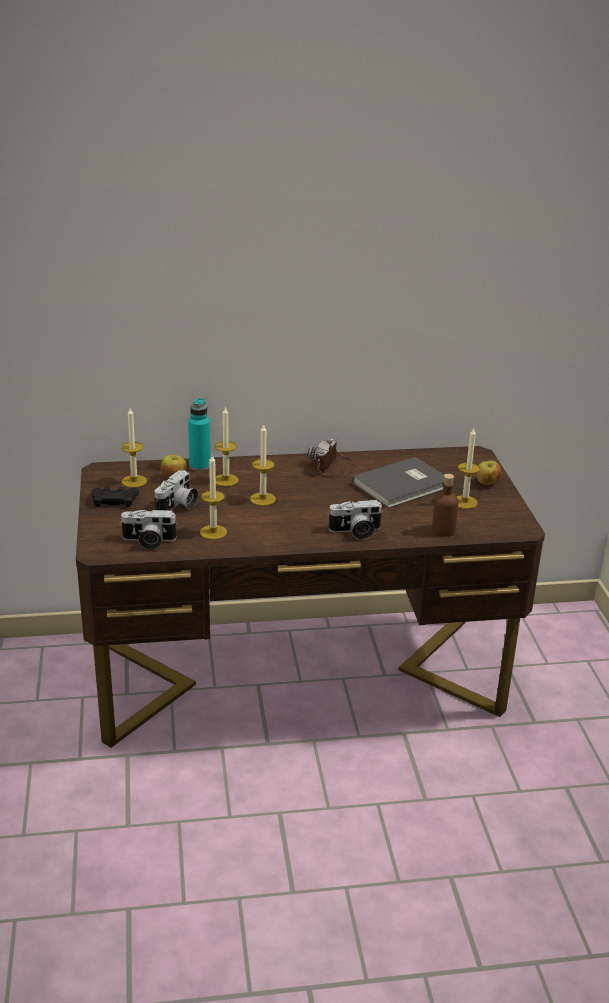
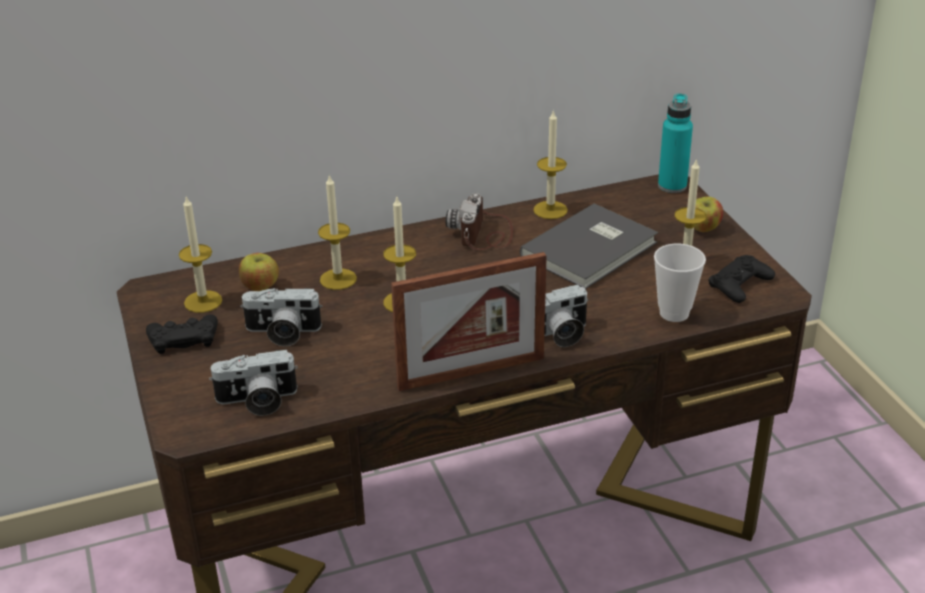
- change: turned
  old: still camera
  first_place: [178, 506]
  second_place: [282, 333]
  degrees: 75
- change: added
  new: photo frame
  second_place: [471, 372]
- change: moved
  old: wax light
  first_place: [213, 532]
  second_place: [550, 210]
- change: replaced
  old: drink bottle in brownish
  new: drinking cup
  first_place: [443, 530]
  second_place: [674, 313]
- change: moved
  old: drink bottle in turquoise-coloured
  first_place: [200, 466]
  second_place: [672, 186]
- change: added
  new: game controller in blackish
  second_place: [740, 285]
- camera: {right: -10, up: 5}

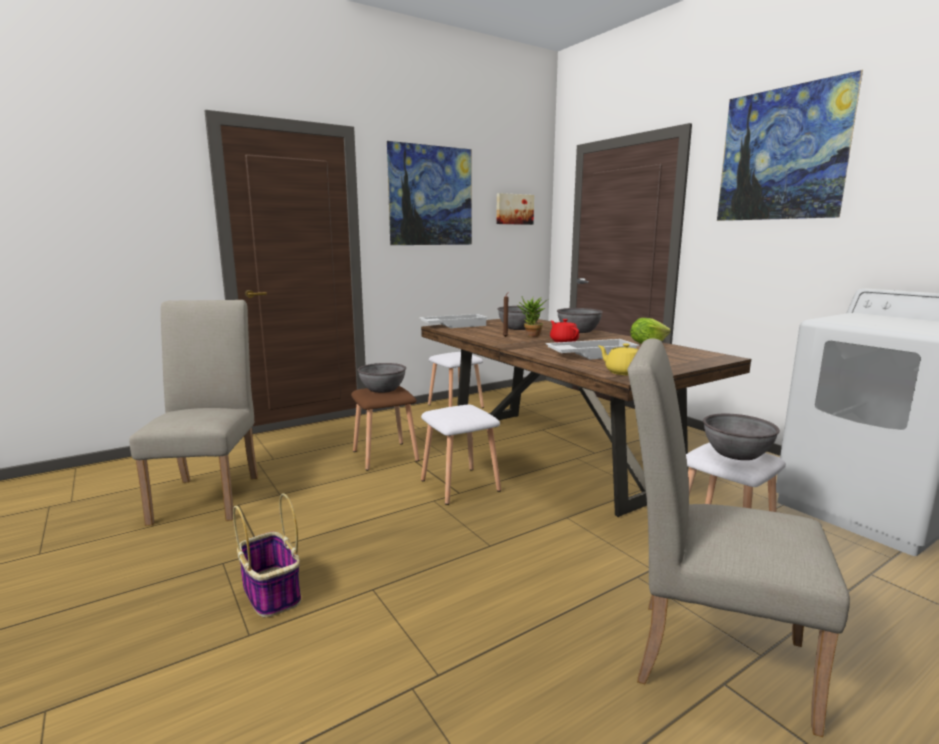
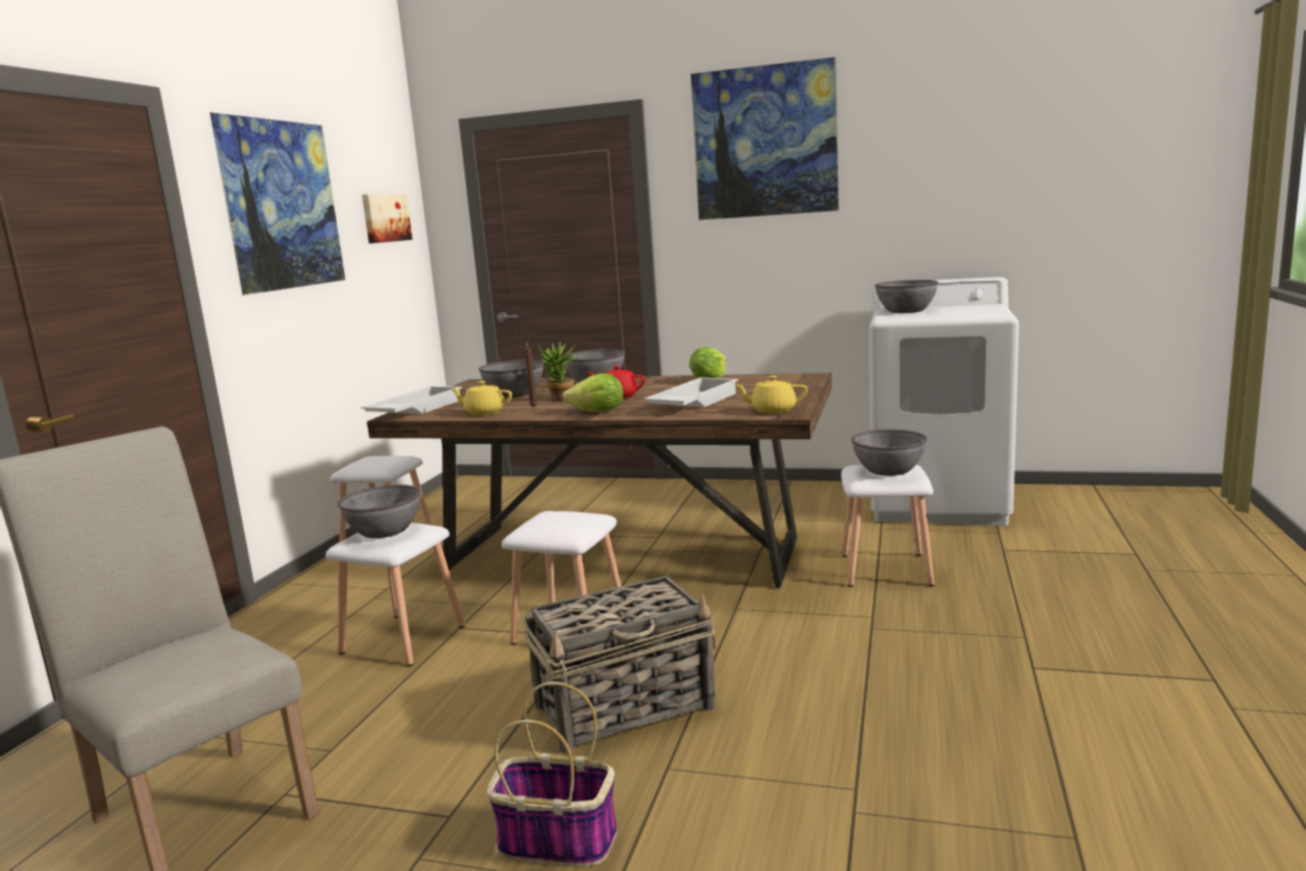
- change: recoloured
  old: stool in brownish
  new: stool in whitish
  first_place: [384, 455]
  second_place: [401, 639]
- change: added
  new: tea pot in yellowish
  second_place: [484, 412]
- change: added
  new: basket
  second_place: [626, 706]
- change: added
  new: lettuce head
  second_place: [598, 412]
- change: added
  new: serving bowl in gray
  second_place: [906, 311]
- change: removed
  old: chair in beige-coloured
  first_place: [705, 654]
- camera: {right: -40, up: 0}

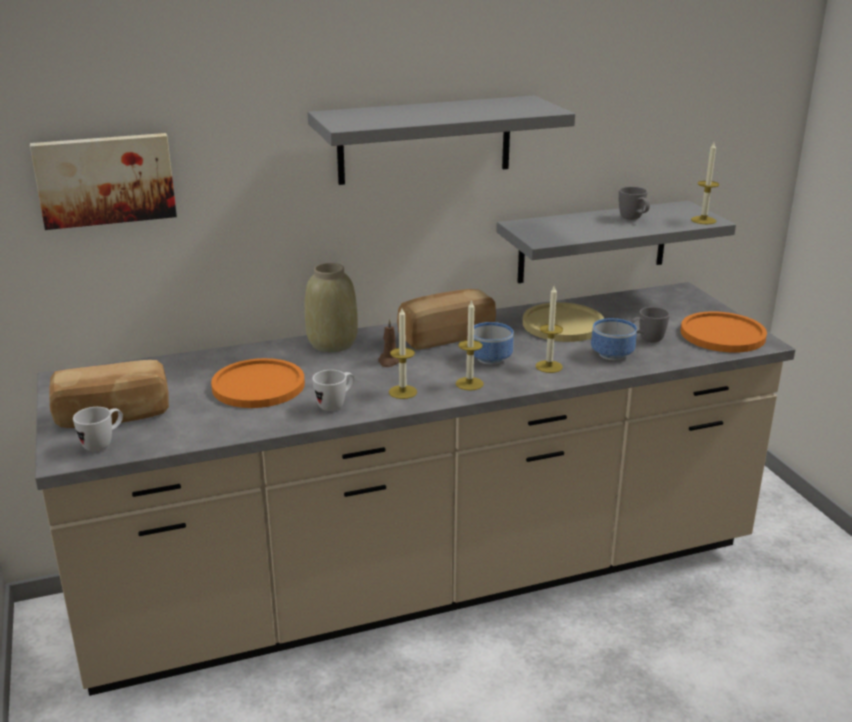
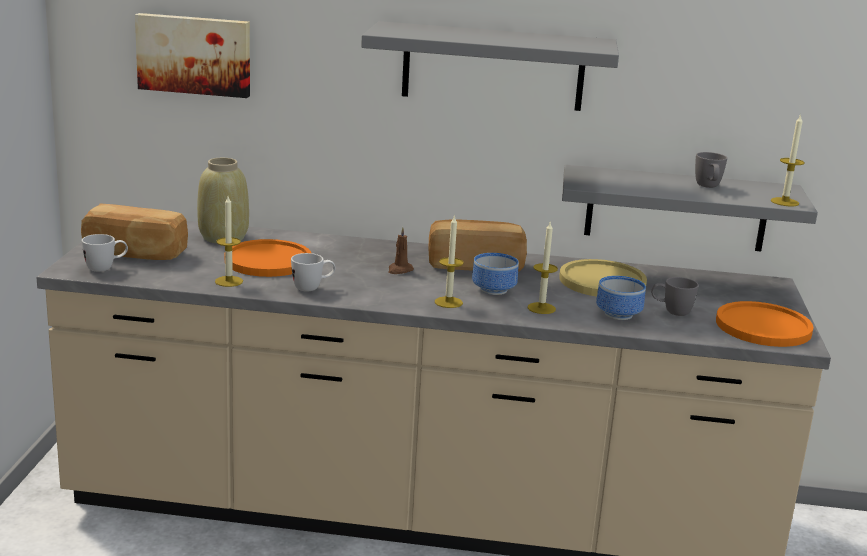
- change: moved
  old: vase in beige-coloured
  first_place: [332, 343]
  second_place: [223, 237]
- change: moved
  old: wax light
  first_place: [402, 392]
  second_place: [229, 281]
- camera: {right: 25, up: -5}

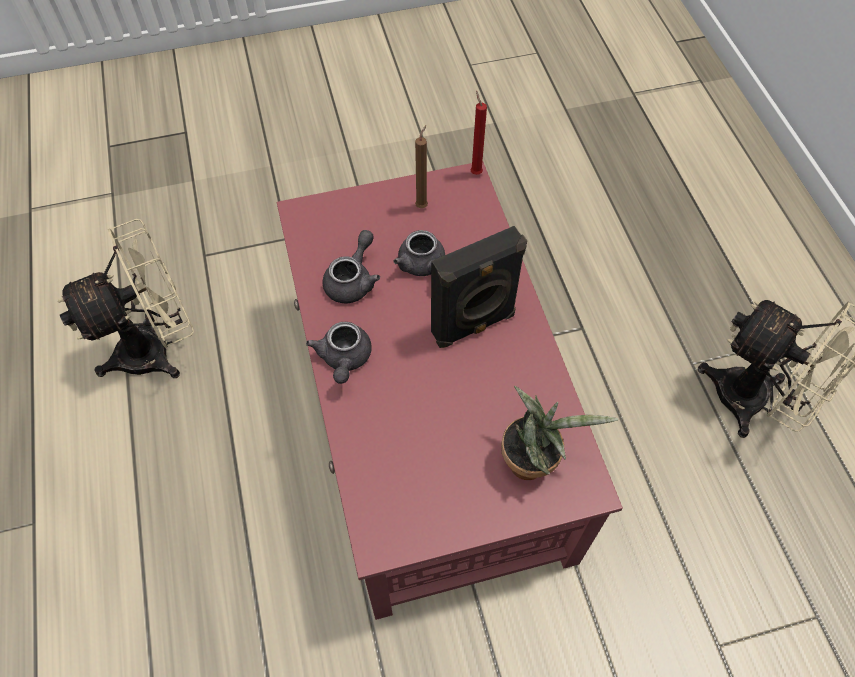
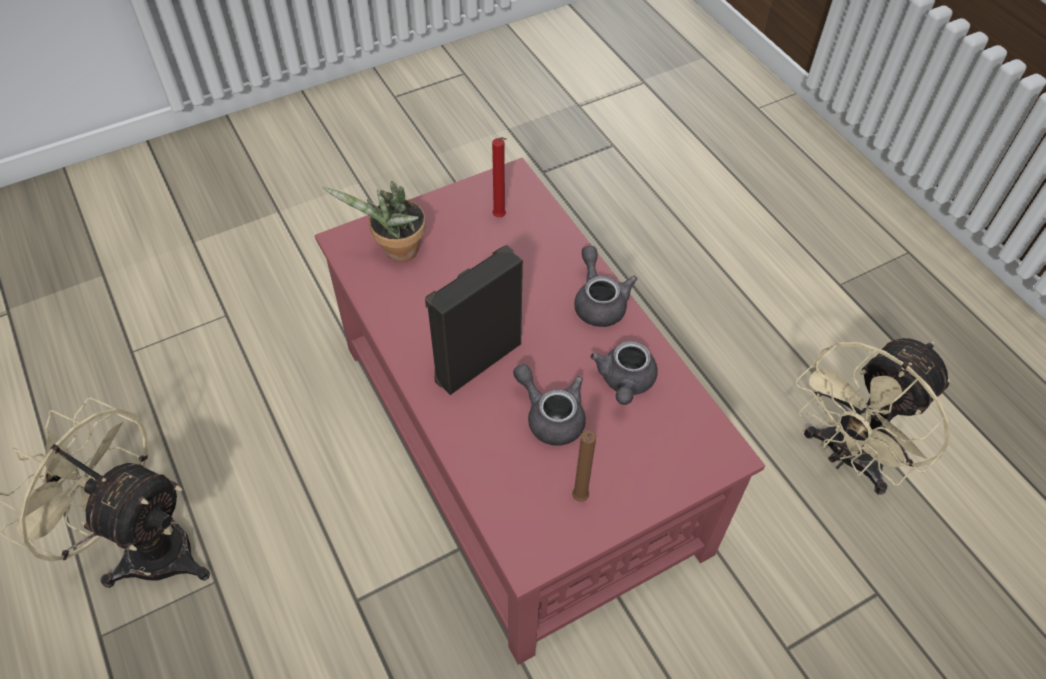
- change: moved
  old: wax light in red
  first_place: [475, 172]
  second_place: [500, 218]
- camera: {right: 165, up: -5}

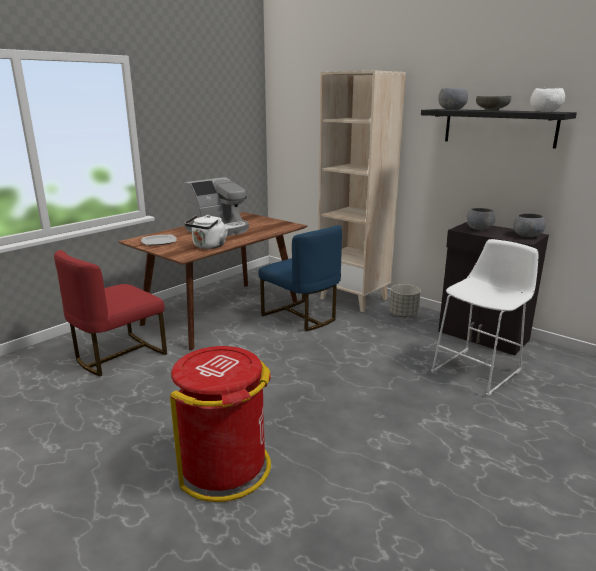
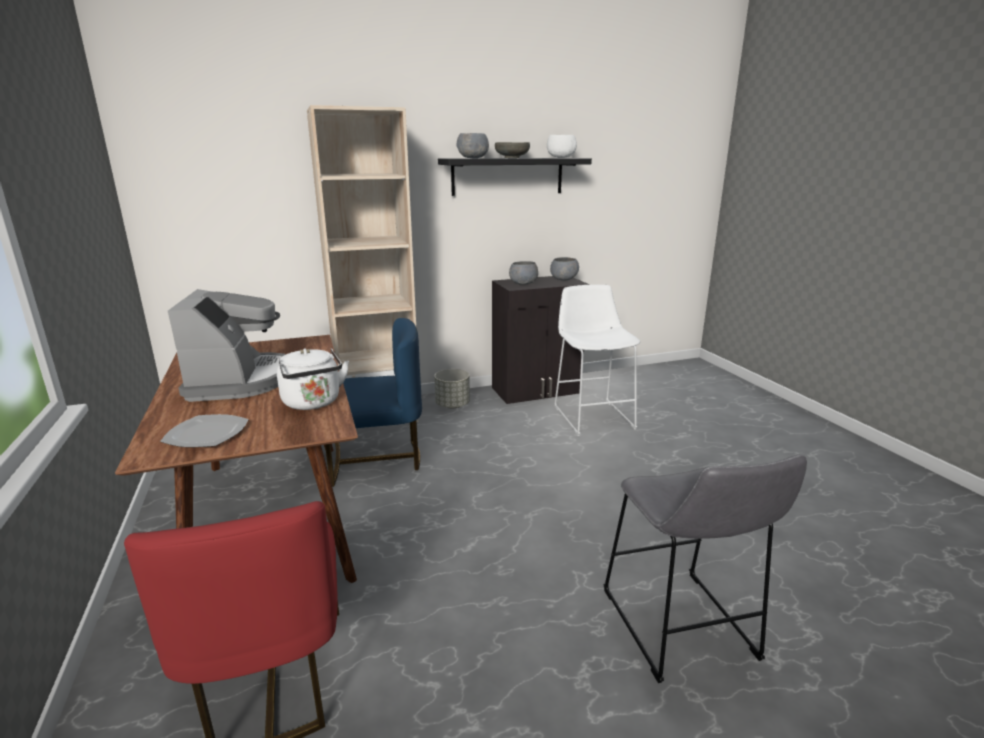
- change: replaced
  old: waste bin in red
  new: stool in gray
  first_place: [225, 467]
  second_place: [680, 630]
- camera: {right: -60, up: 0}

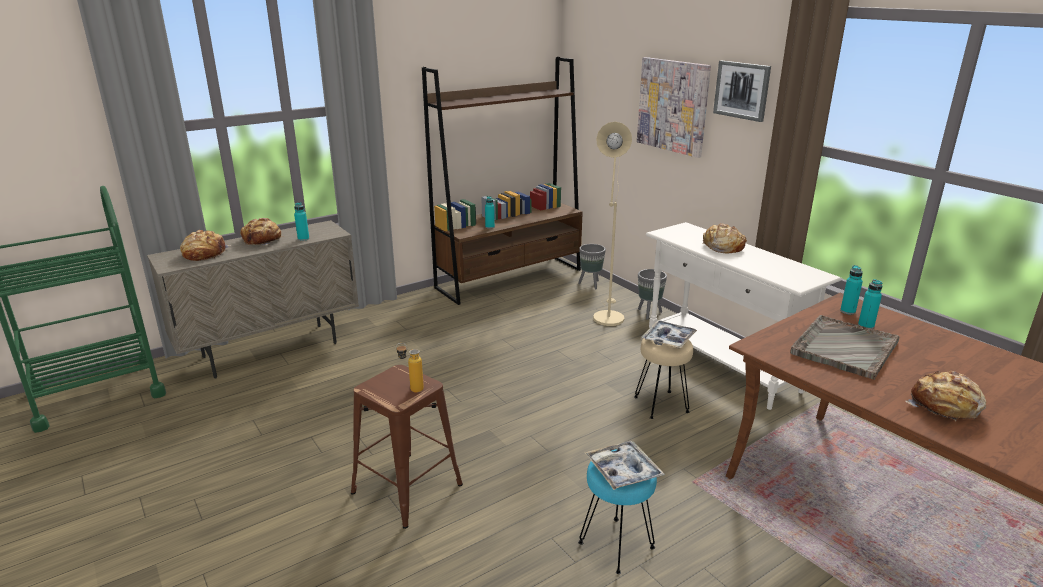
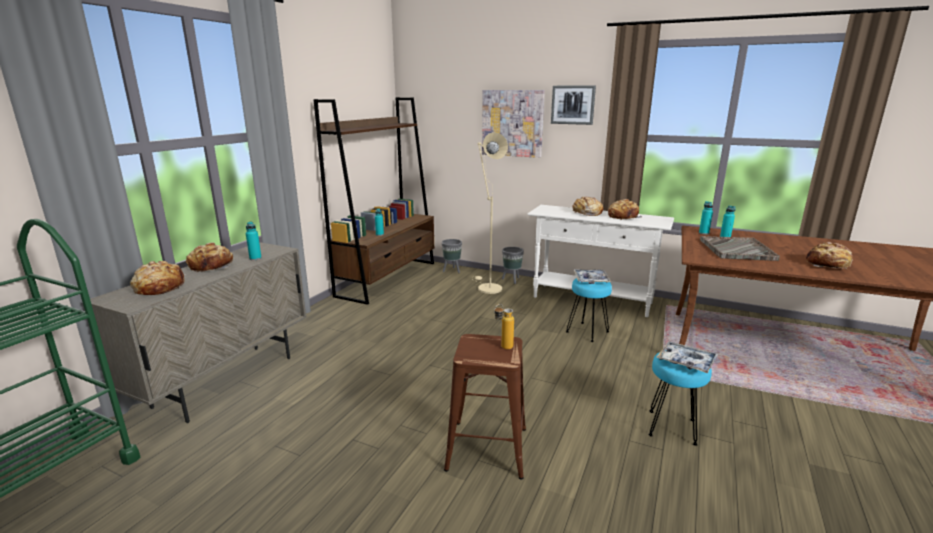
- change: recoloured
  old: stool in beige-coloured
  new: stool in turquoise-coloured
  first_place: [661, 405]
  second_place: [587, 332]
- change: added
  new: bakery bread
  second_place: [623, 216]
- camera: {right: -30, up: -5}

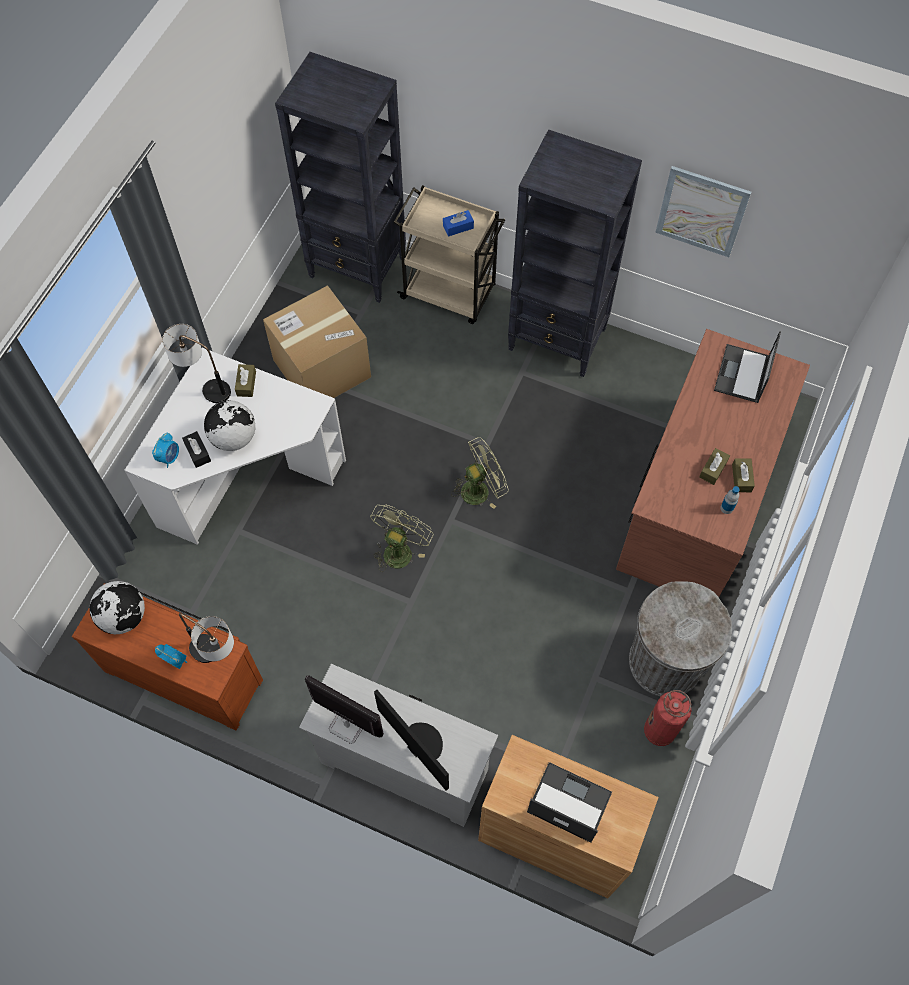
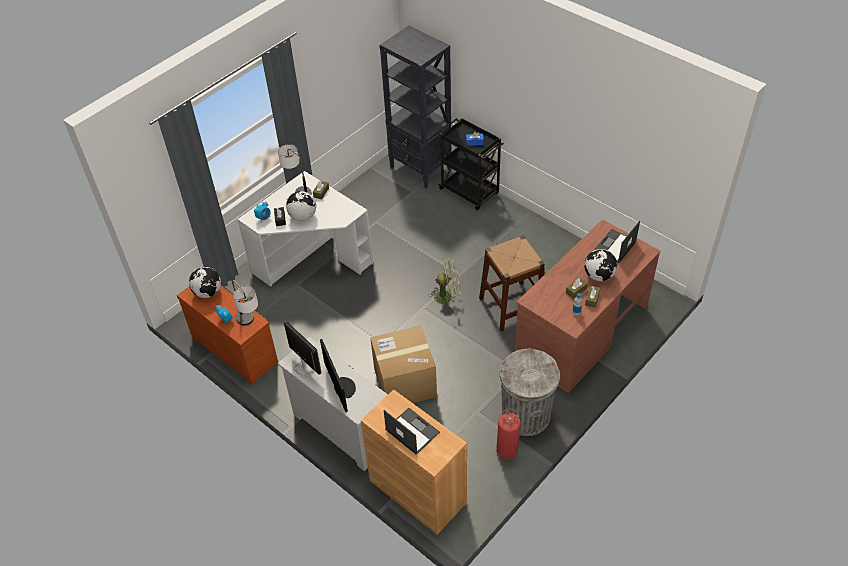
- change: moved
  old: packing box
  first_place: [322, 368]
  second_place: [405, 382]
- change: recoloured
  old: trolley in beige-coloured
  new: trolley in blackish
  first_place: [450, 293]
  second_place: [470, 192]
- change: added
  new: stool in brownish
  second_place: [511, 306]
- change: added
  new: world globe
  second_place: [599, 276]
- change: removed
  old: fan in greenish
  first_place: [399, 549]
- change: removed
  old: bookcase in blackish
  first_place: [558, 340]
- change: removed
  old: picture
  first_place: [701, 211]
- camera: {right: 20, up: -15}

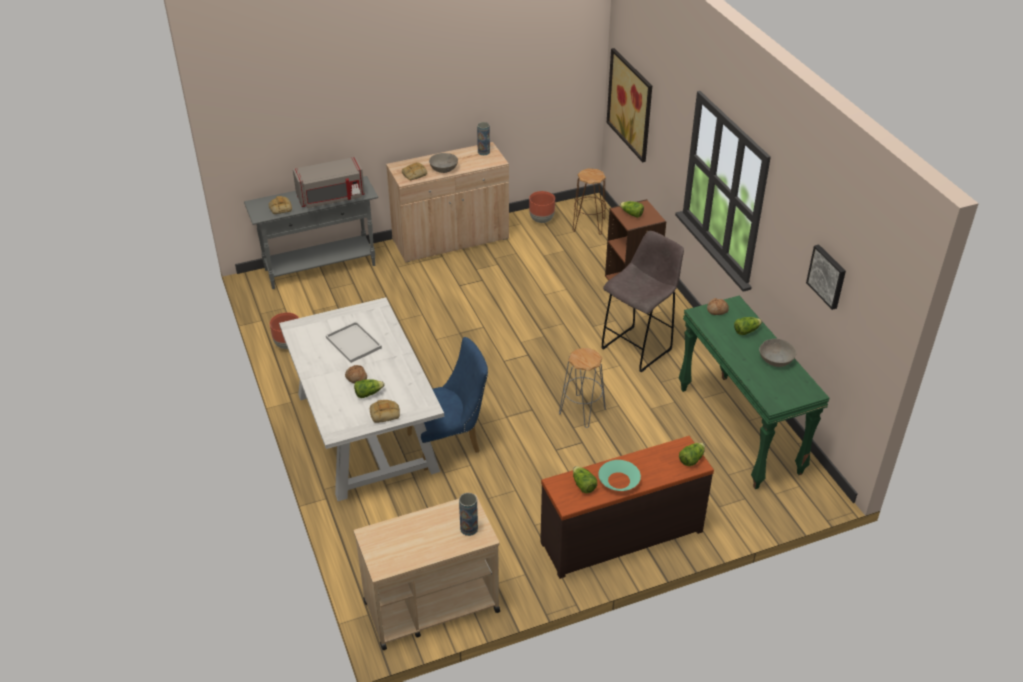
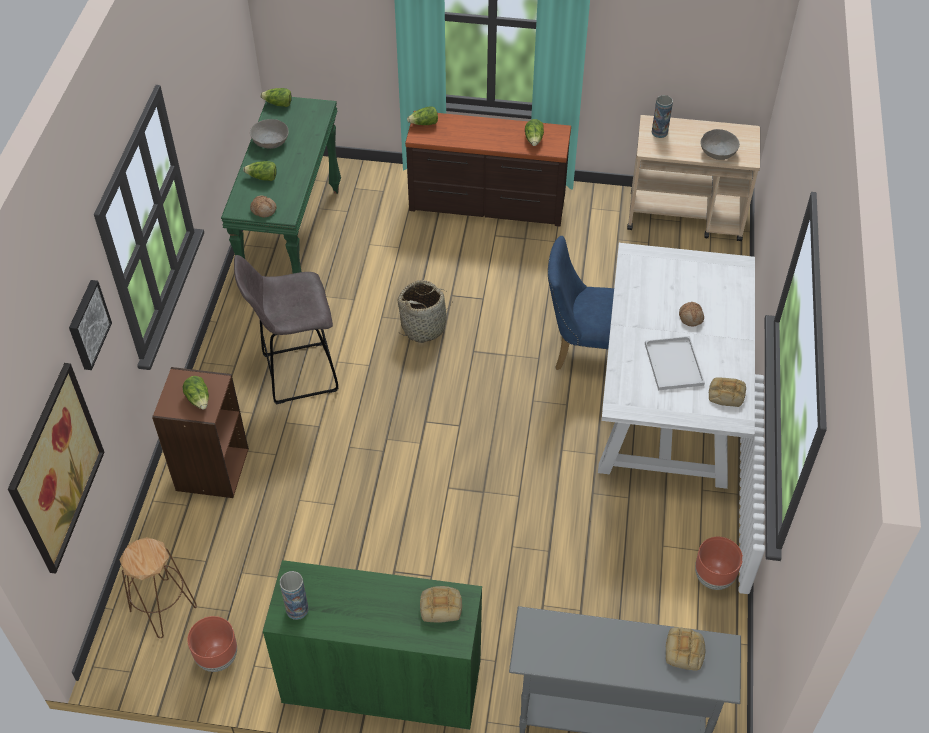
- change: moved
  old: picture
  first_place: [827, 276]
  second_place: [87, 324]
- change: moved
  old: lettuce head
  first_place: [368, 393]
  second_place: [278, 104]
- change: recoloured
  old: cabinet in beige-coloured
  new: cabinet in greenish
  first_place: [450, 240]
  second_place: [382, 682]
- change: replaced
  old: stool in gray
  new: basket
  first_place: [582, 411]
  second_place: [424, 327]
- change: moved
  old: serving bowl in gray
  first_place: [443, 168]
  second_place: [718, 152]
- change: moved
  old: bakery bread
  first_place: [385, 413]
  second_place: [725, 394]
- change: removed
  old: microwave in gray
  first_place: [331, 198]
- change: removed
  old: serving bowl in turquoise-coloured
  first_place: [619, 480]
- camera: {right: -150, up: 10}

